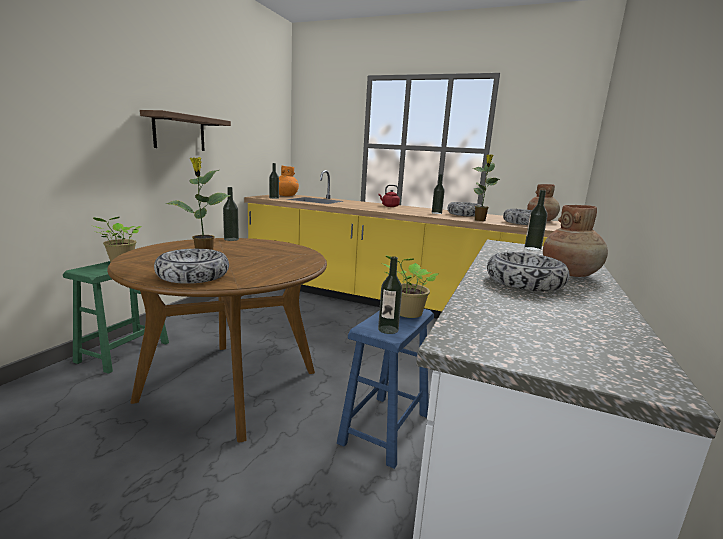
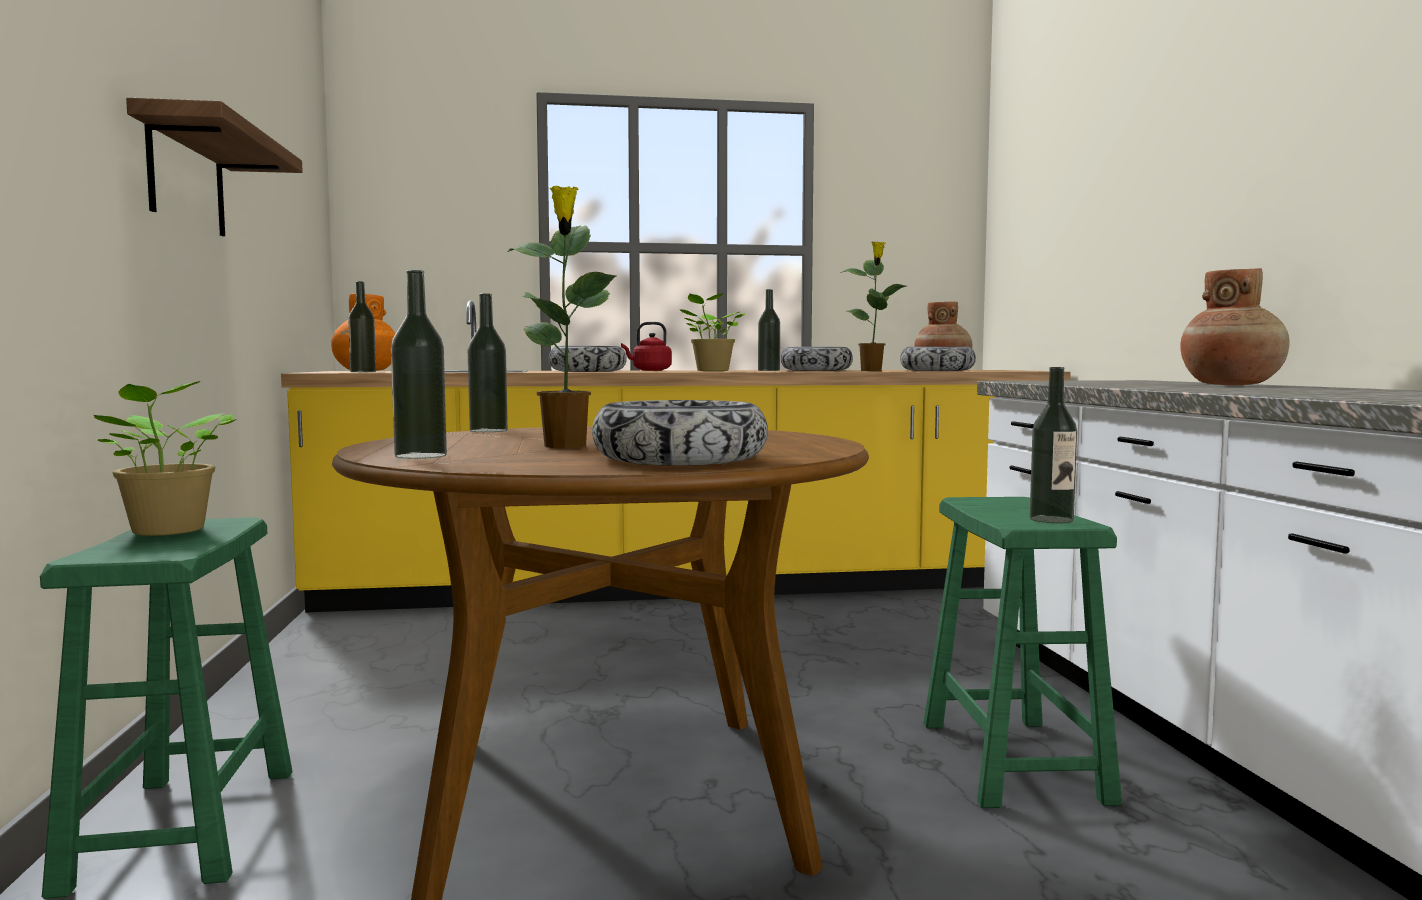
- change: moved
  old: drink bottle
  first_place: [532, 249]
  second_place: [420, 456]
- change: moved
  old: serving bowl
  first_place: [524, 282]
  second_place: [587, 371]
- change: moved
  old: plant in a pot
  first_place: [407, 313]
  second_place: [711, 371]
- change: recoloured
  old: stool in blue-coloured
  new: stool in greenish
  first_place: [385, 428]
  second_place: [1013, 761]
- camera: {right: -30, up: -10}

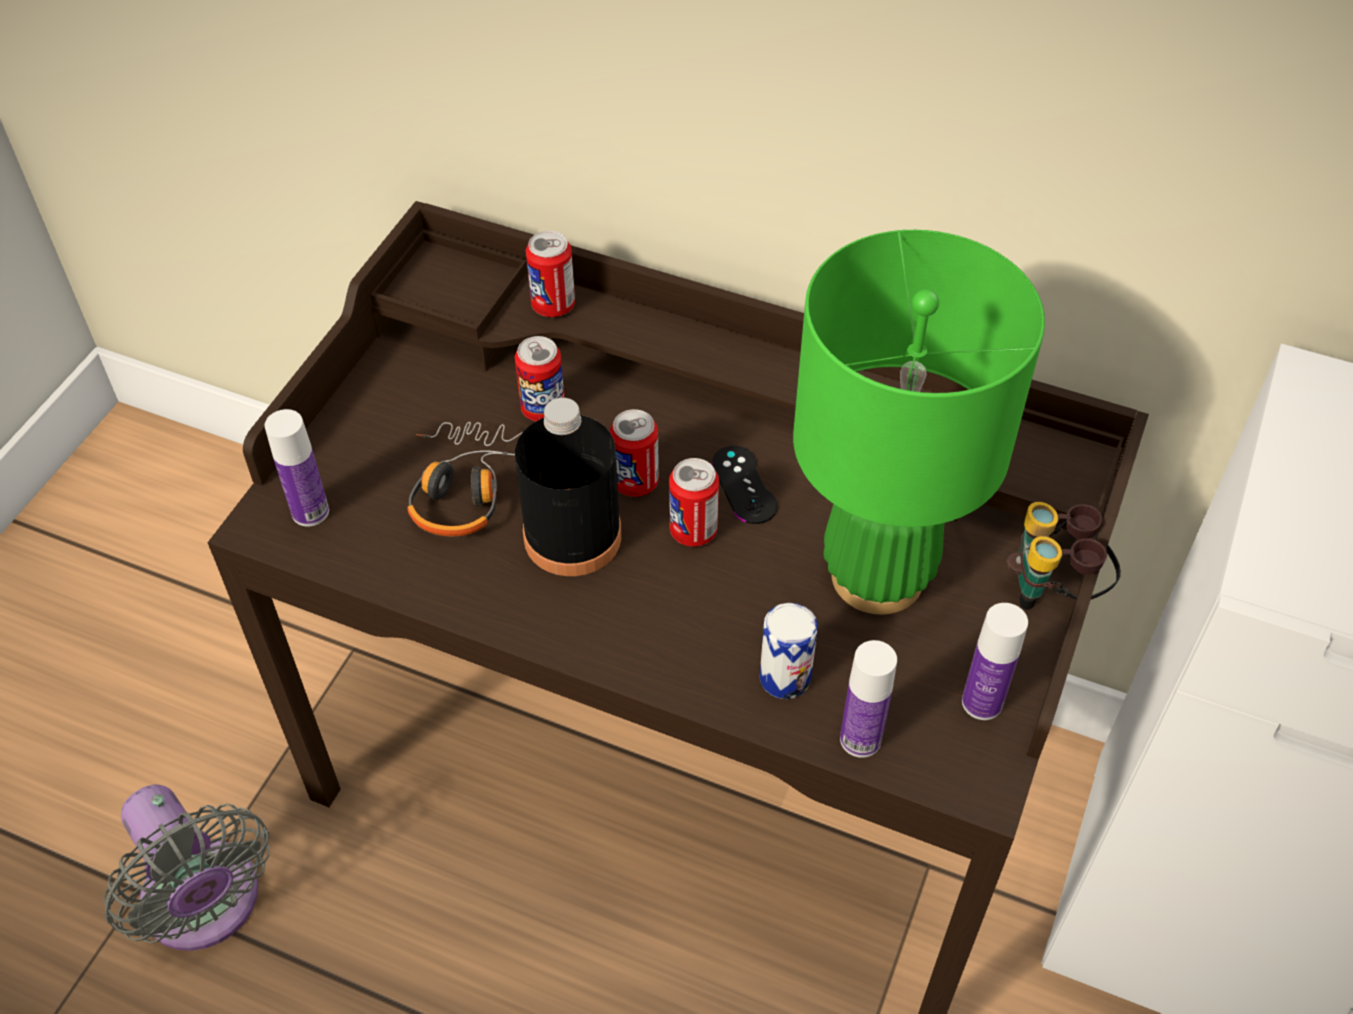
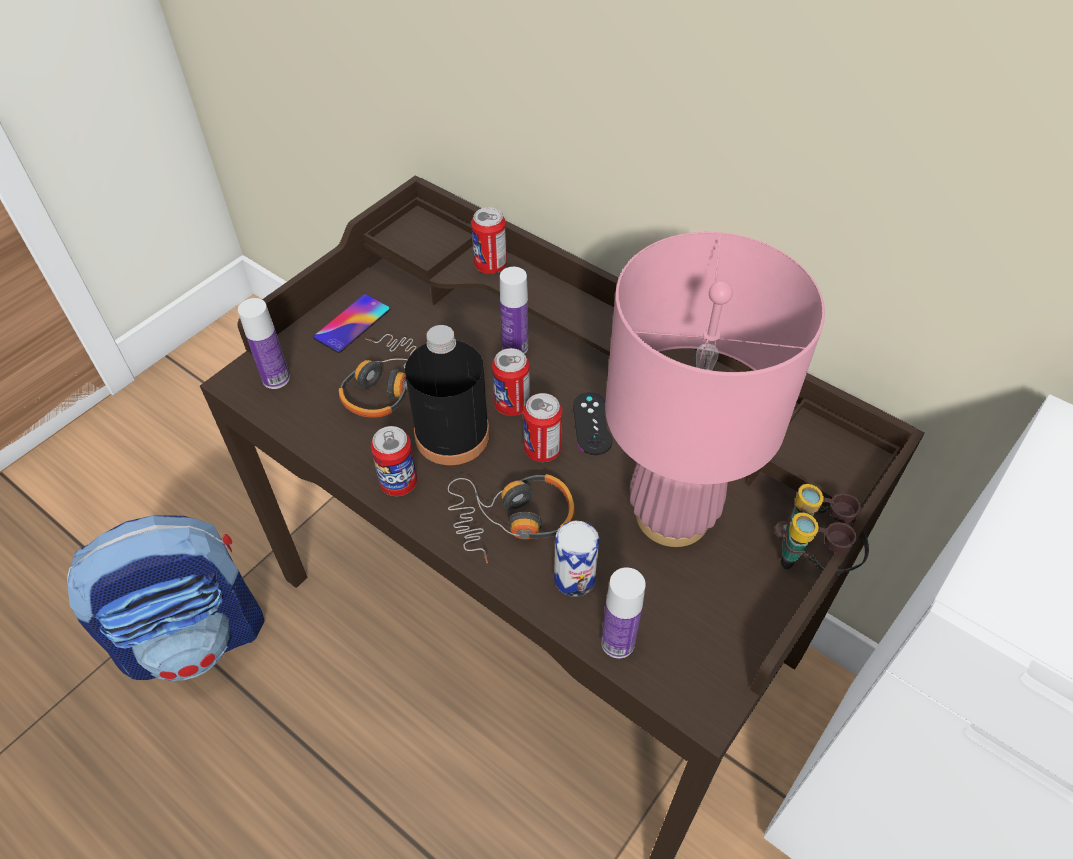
- change: replaced
  old: fan in gray
  new: knapsack
  first_place: [206, 906]
  second_place: [196, 635]
- change: added
  new: handset
  second_place: [352, 323]
- change: moved
  old: sealed can
  first_place: [543, 409]
  second_place: [398, 483]
- change: added
  new: headset
  second_place: [512, 519]
- change: moved
  old: drink bottle
  first_place: [982, 702]
  second_place: [515, 347]
- change: recoloured
  old: table lamp in greenish
  new: table lamp in pink-coloured
  first_place: [877, 577]
  second_place: [672, 516]
- camera: {right: 15, up: 0}

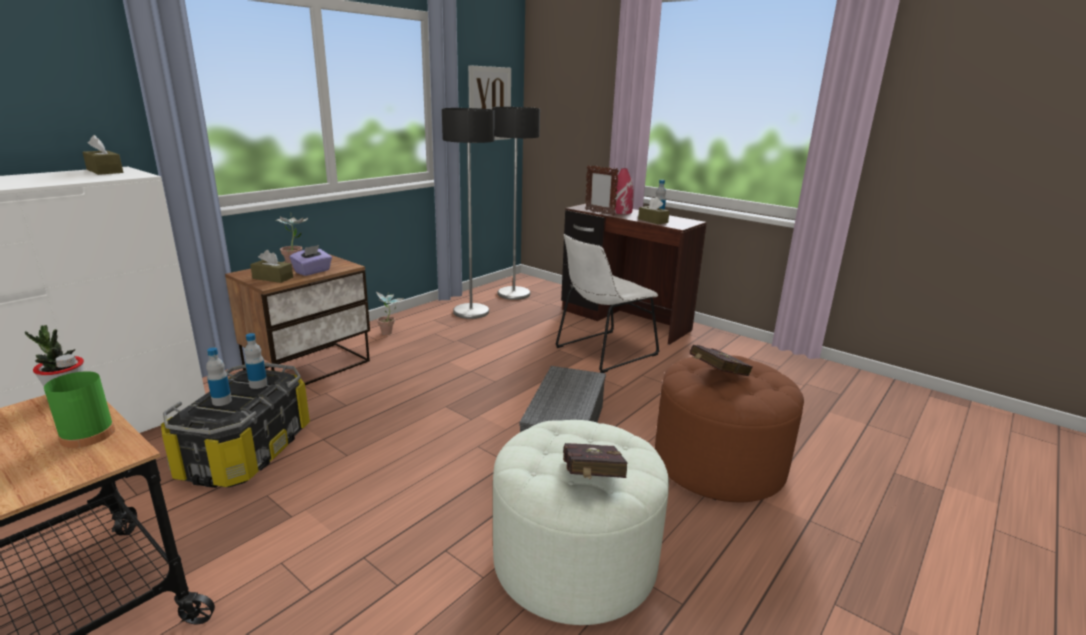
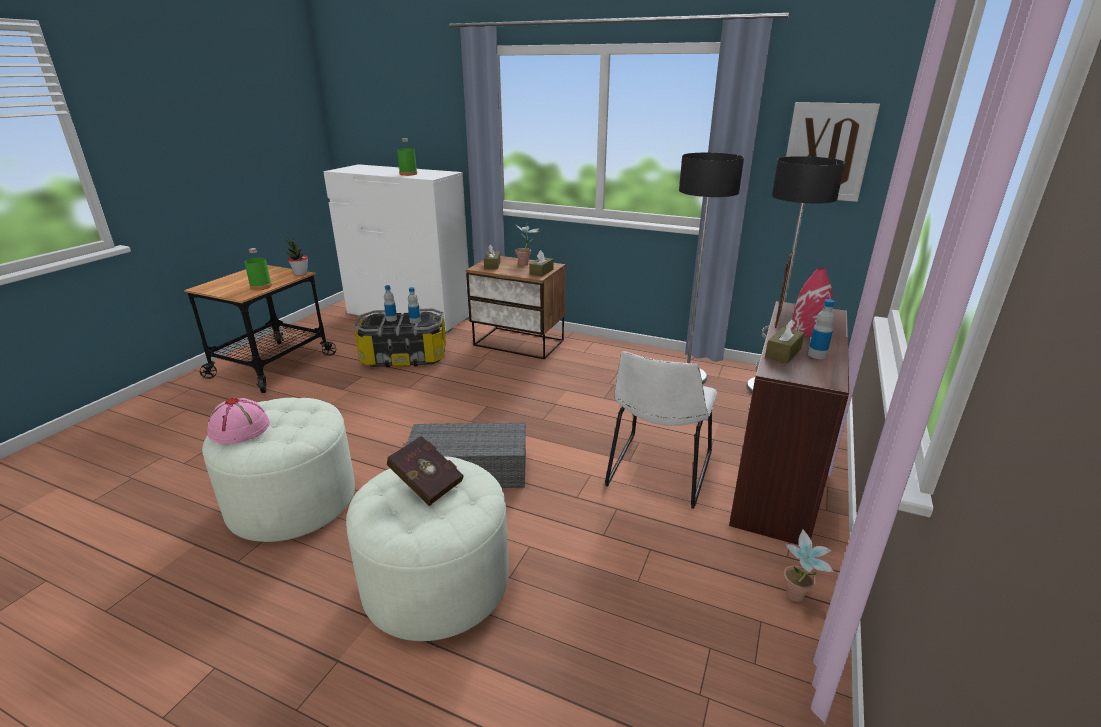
- change: replaced
  old: bound book in red
  new: clothing hat in pink-coloured
  first_place: [591, 480]
  second_place: [240, 429]
- change: recoloured
  old: ottoman in brownish
  new: ottoman in whitish
  first_place: [718, 463]
  second_place: [436, 582]
- change: added
  new: drink bottle in greenish
  second_place: [408, 174]
- change: moved
  old: box of tissues in brownish
  first_place: [105, 171]
  second_place: [541, 272]
- change: turned
  old: chair in whitish
  first_place: [603, 352]
  second_place: [658, 472]
  degrees: -105
- change: moved
  old: plant in a pot
  first_place: [390, 334]
  second_place: [796, 600]
- change: removed
  old: box of tissues in purple
  first_place: [313, 271]
- camera: {right: 75, up: 5}

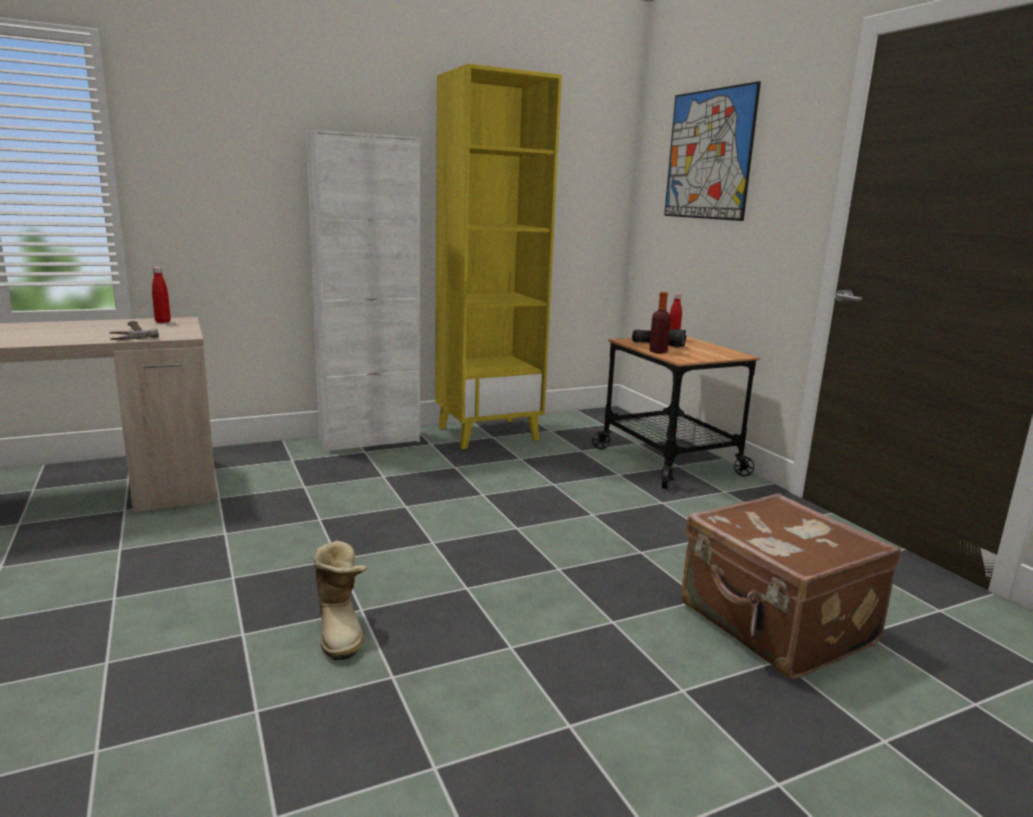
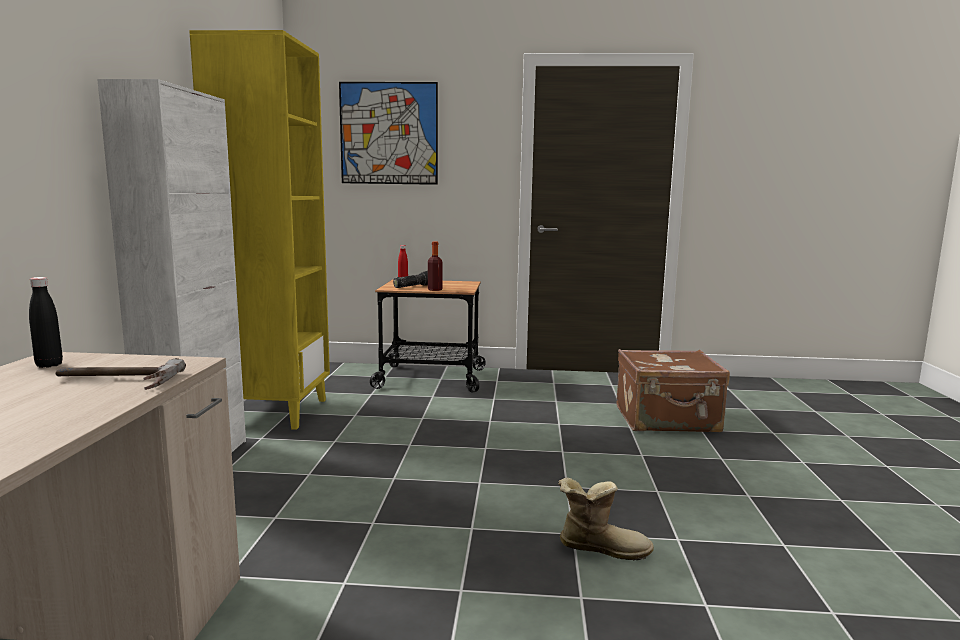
- change: recoloured
  old: drink bottle in red
  new: drink bottle in blackish
  first_place: [163, 322]
  second_place: [49, 365]
- camera: {right: -60, up: -5}

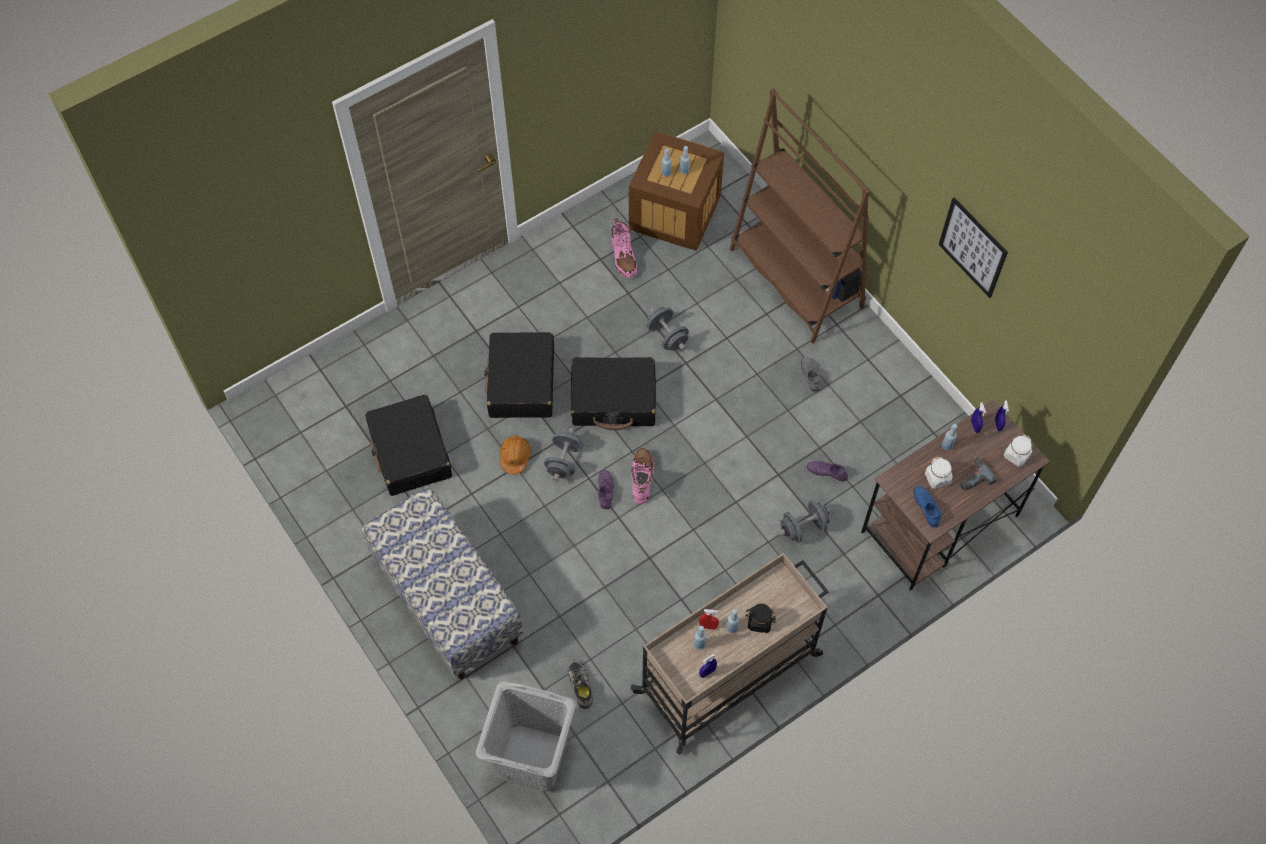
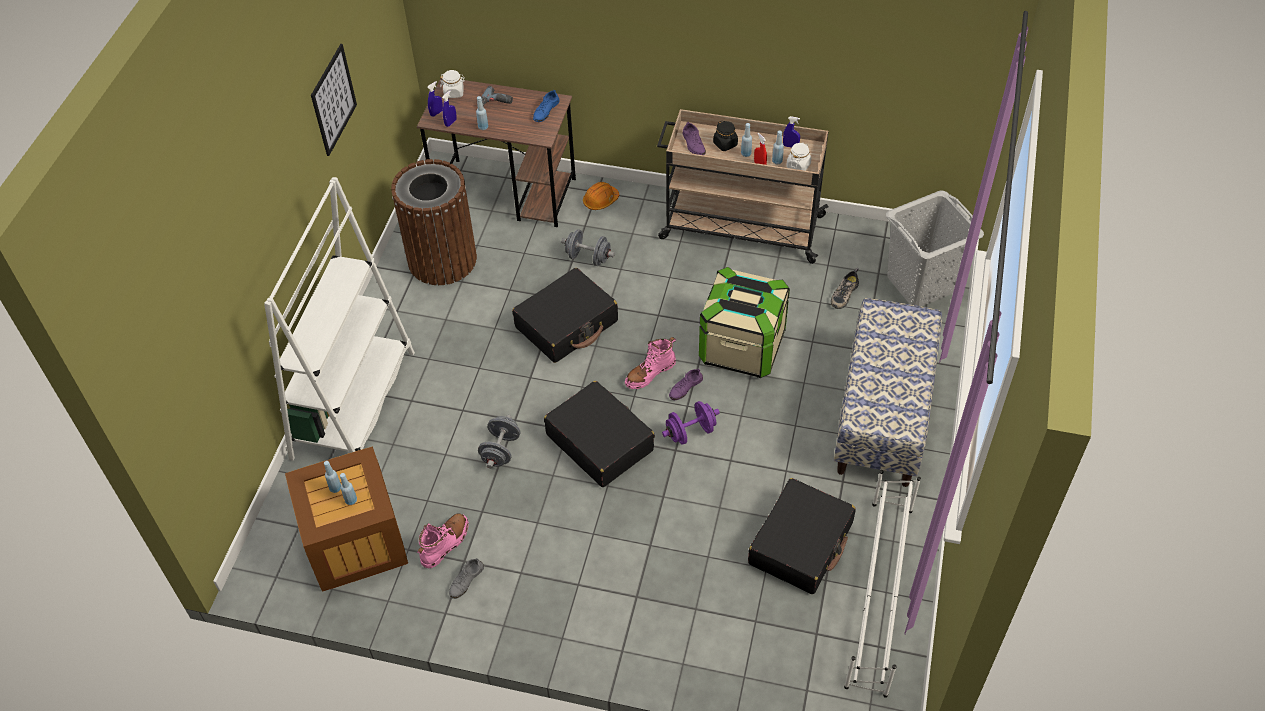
- change: recoloured
  old: bookcase in brownish
  new: bookcase in whitish
  first_place: [796, 278]
  second_place: [354, 404]
- change: added
  new: waste bin in brownish
  second_place: [442, 259]
- change: moved
  old: shoe in gray
  first_place: [810, 375]
  second_place: [466, 581]
- change: moved
  old: suitcase in blackish
  first_place: [521, 383]
  second_place: [567, 324]
- change: moved
  old: safety helmet in orangey
  first_place: [515, 456]
  second_place: [600, 201]
- change: recoloured
  old: free weight in gray
  new: free weight in purple
  first_place: [564, 461]
  second_place: [690, 432]
- change: moved
  old: shoe in purple
  first_place: [827, 472]
  second_place: [693, 144]
- change: added
  new: storage bin
  second_place: [741, 347]
- change: moved
  old: preserve jar in whitish
  first_place: [937, 478]
  second_place: [798, 165]
- change: added
  new: shoe rack in whitish
  second_place: [878, 596]
- camera: {right: -130, up: -10}

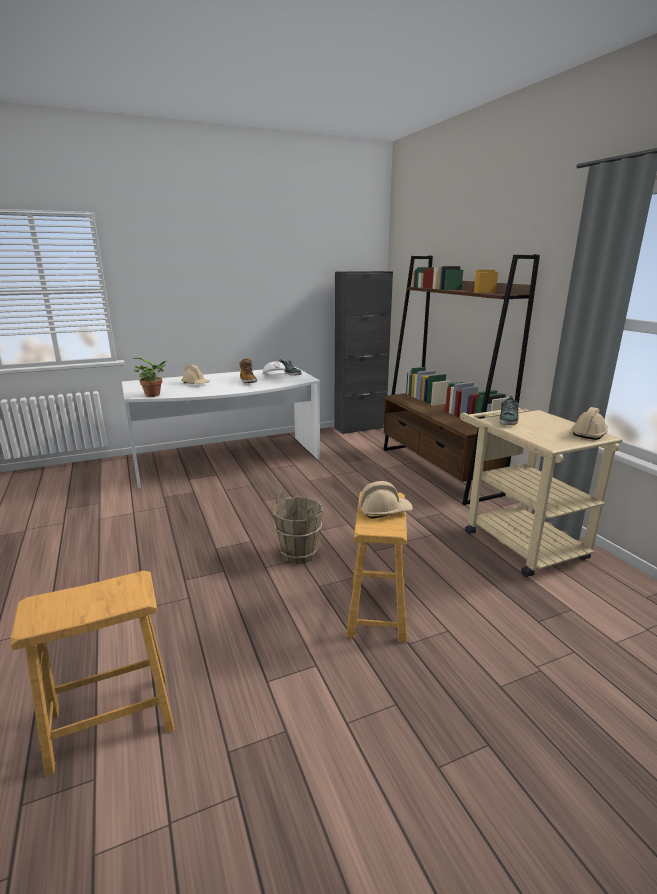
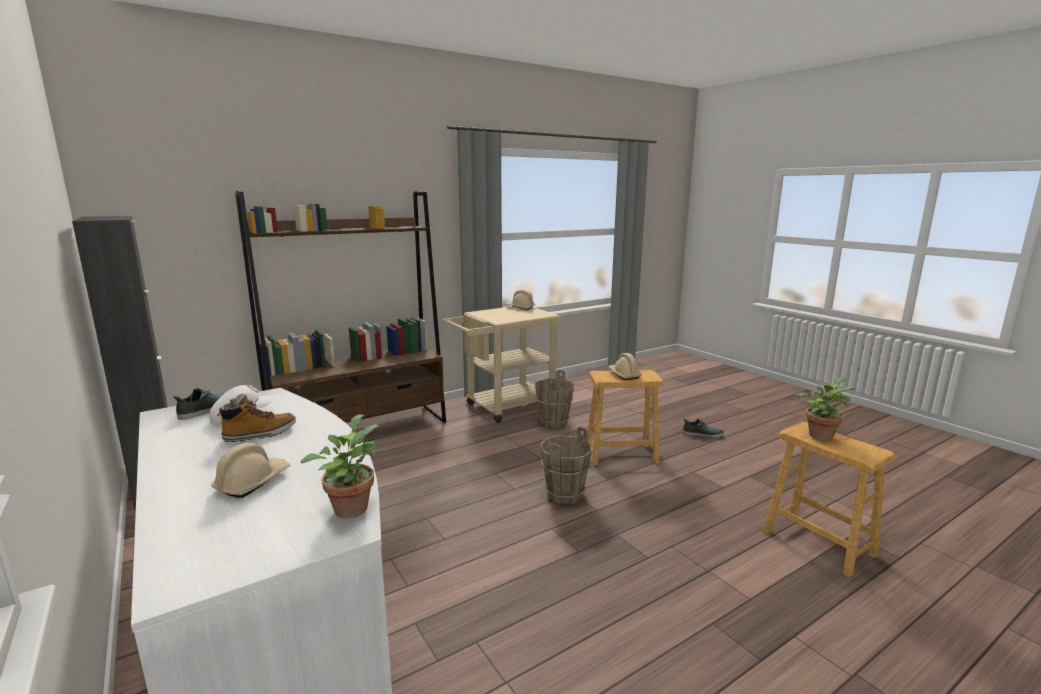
- change: added
  new: bucket in brownish
  second_place: [554, 423]
- change: moved
  old: shoe
  first_place: [508, 419]
  second_place: [702, 434]
- change: added
  new: plant in a pot
  second_place: [820, 435]
- camera: {right: -100, up: -5}

